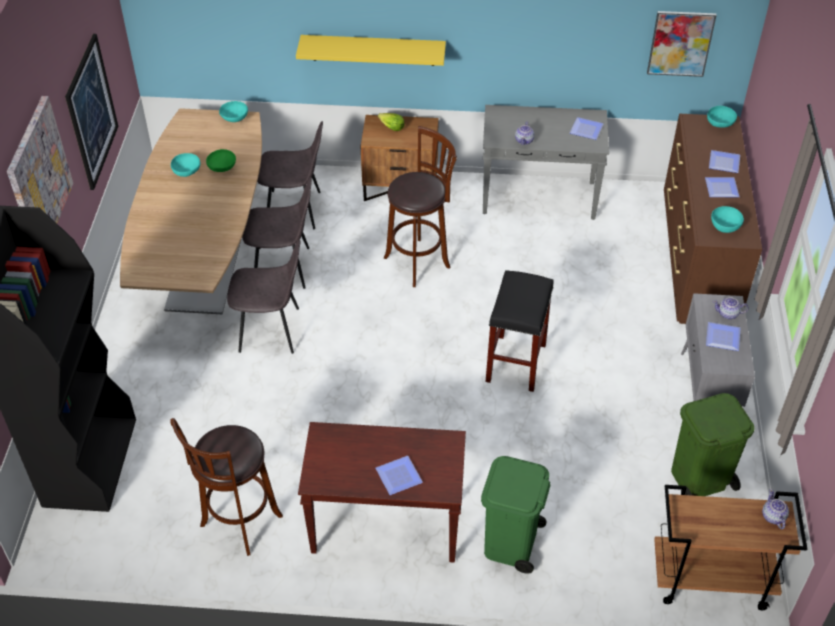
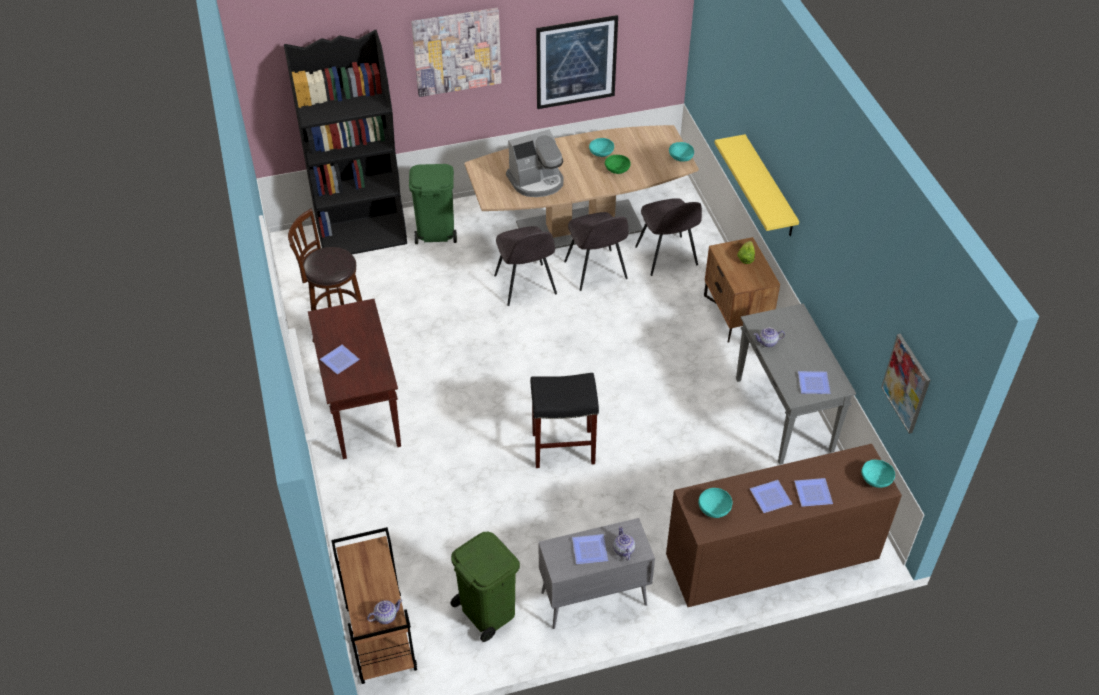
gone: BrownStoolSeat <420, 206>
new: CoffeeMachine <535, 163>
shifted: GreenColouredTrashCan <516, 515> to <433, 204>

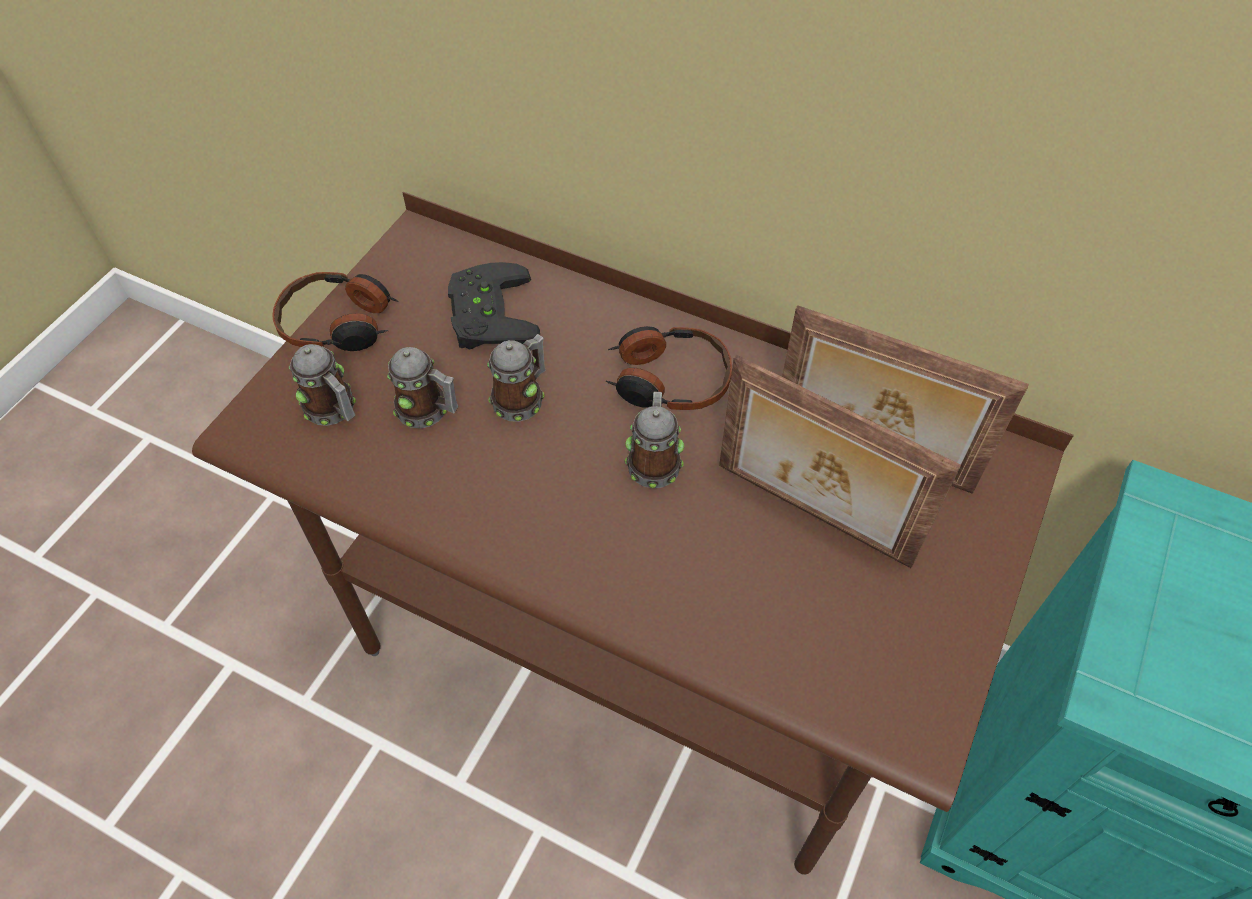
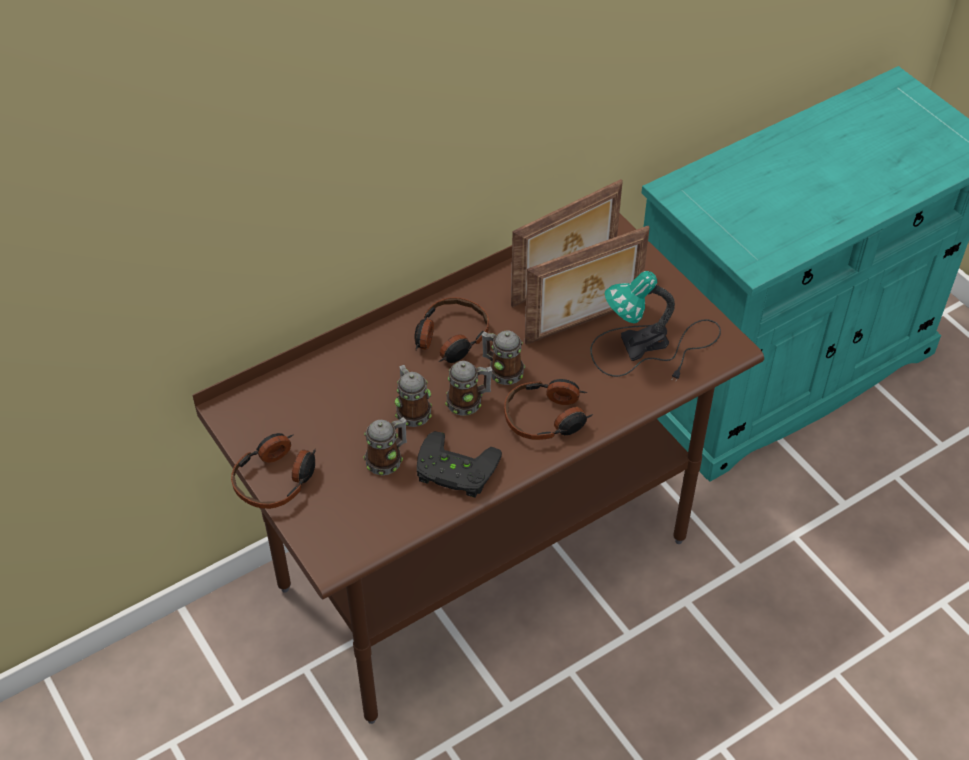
new: Headphones <548, 409>; LampForATable <655, 325>
shifted: TeaMug <322, 385> to <468, 388>; BlackColouredJoypad <494, 306> to <459, 464>

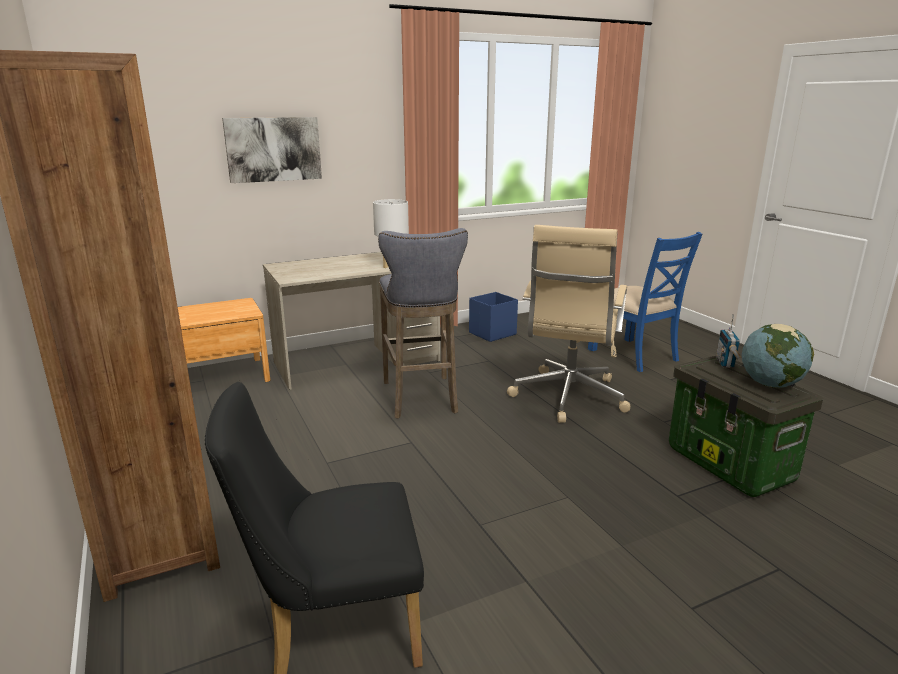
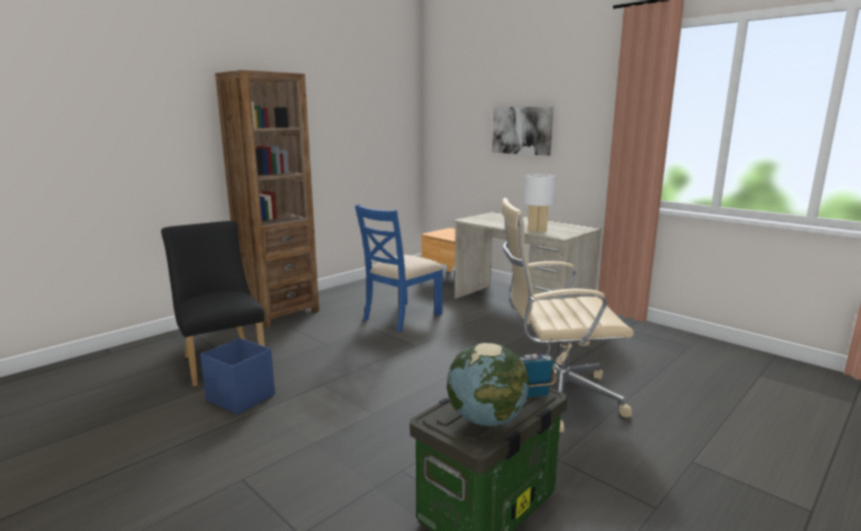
gone: GreyishStoolSeat <423, 323>
shifted: BluishStorageBox <493, 317> to <237, 376>; BluishChair <645, 302> to <399, 268>

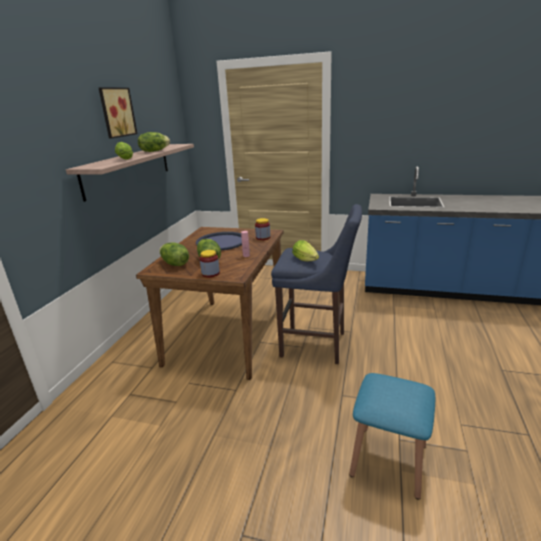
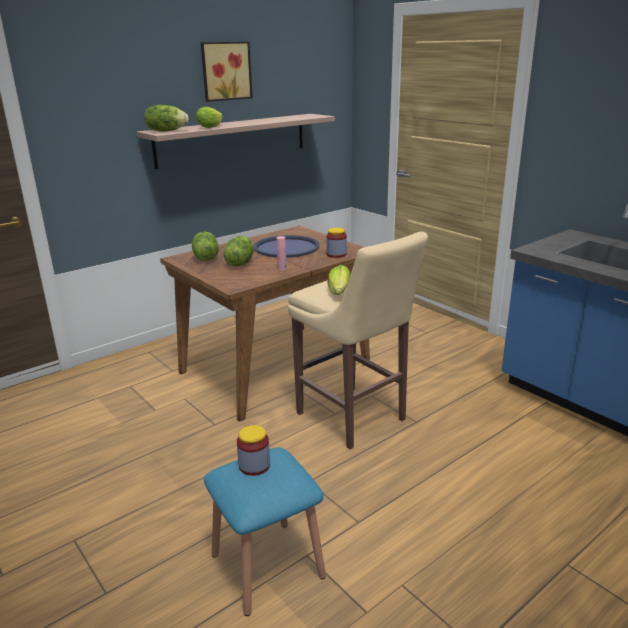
shifted: HeadOfLettuce <154, 142> to <166, 118>; PreserveJar <210, 264> to <253, 450>
repainted: BluishStoolSeat <316, 284> to SandColouredStoolSeat <358, 340>

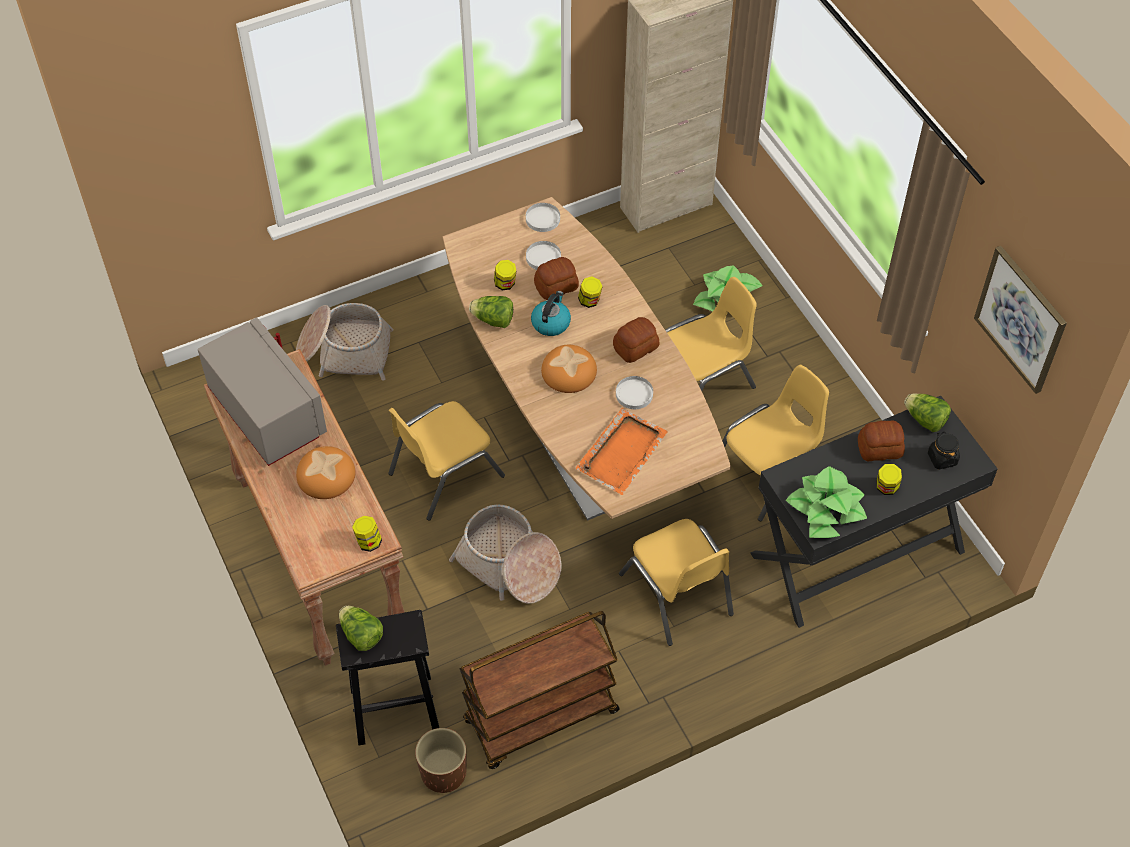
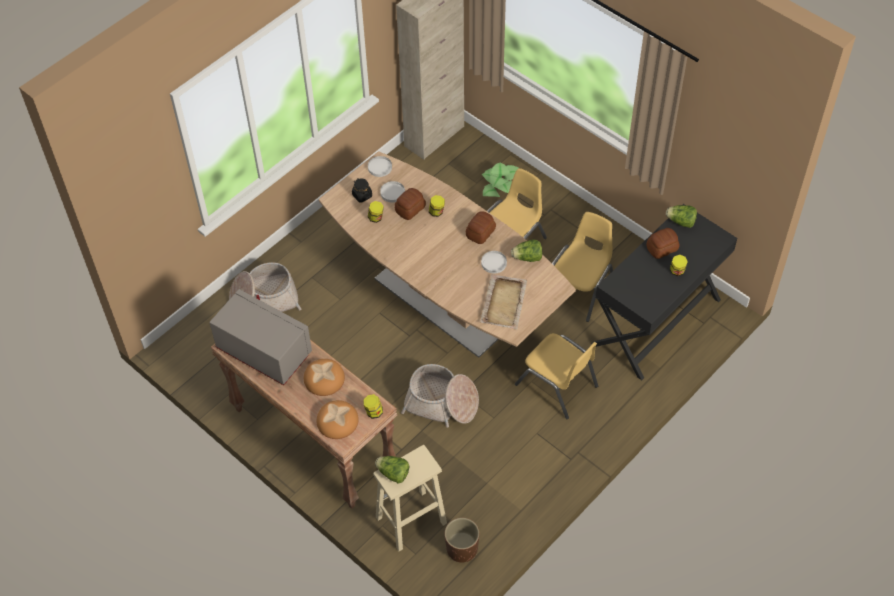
gone: YellowColouredChair <446, 461>; BrownCart <539, 690>; WaterKettle <551, 313>; PottedPlant <826, 502>; WallArt <1020, 320>
shifted: HeadOfLettuce <491, 312> to <526, 250>; BakedBread <569, 369> to <338, 419>; BlackColouredPreserveJar <944, 450> to <362, 190>
repainted: BlackColouredStoolSeat <387, 677> to SandColouredStoolSeat <410, 498>; OrangeyTray <622, 451> to SandColouredTray <503, 302>

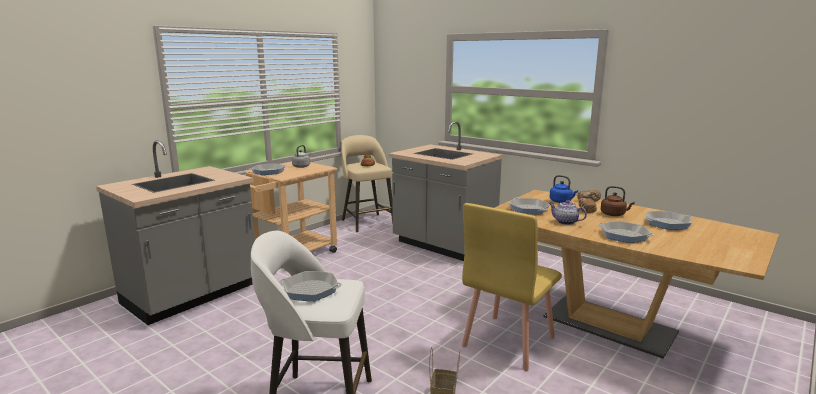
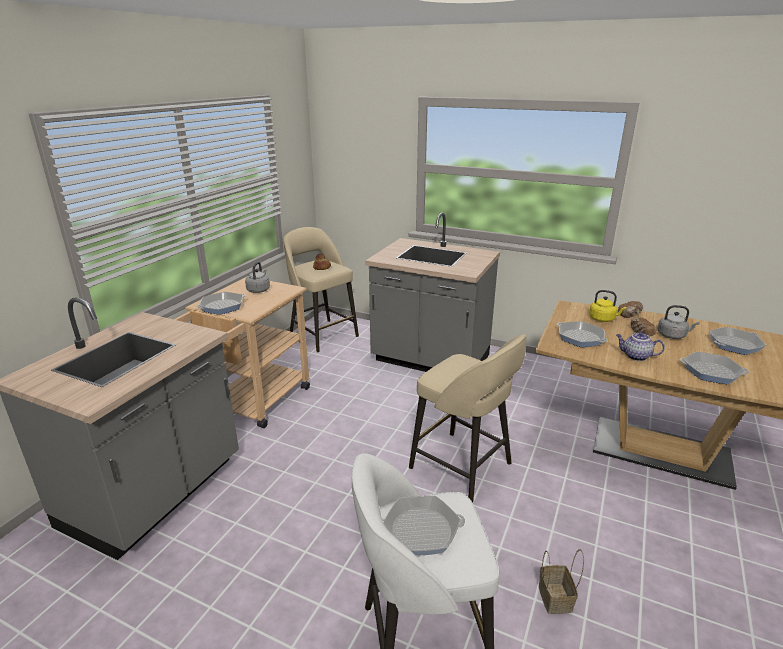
gone: YellowColouredChair <512, 287>
new: SandColouredStoolSeat <467, 418>
repainted: BluishWaterKettle <564, 189> to YellowColouredWaterKettle <607, 306>; BrownWaterKettle <618, 201> to GreyishWaterKettle <678, 322>

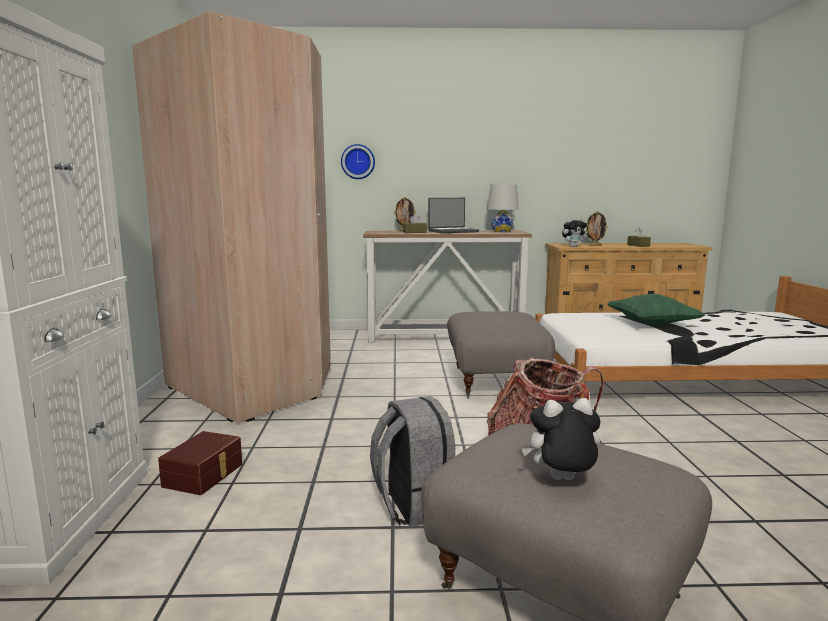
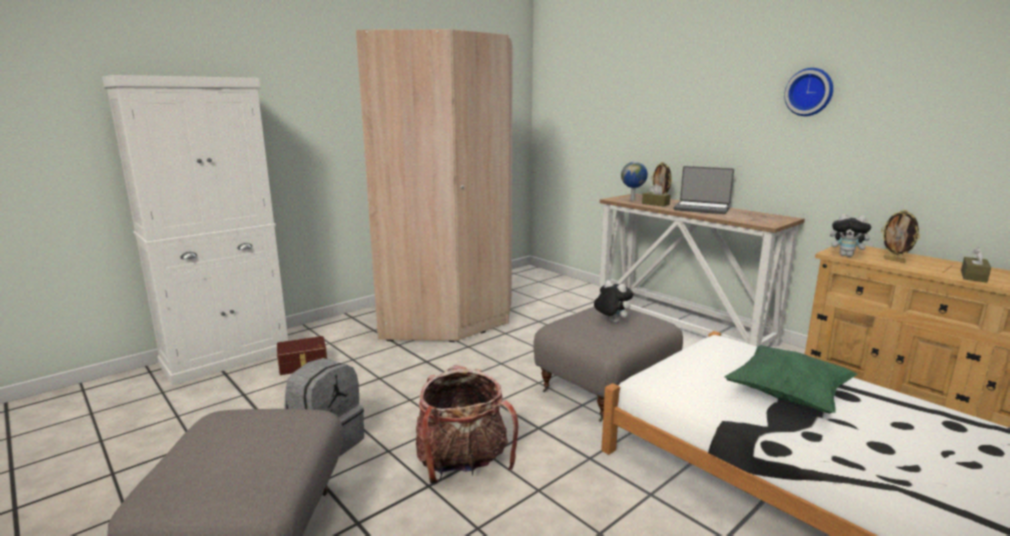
gone: WhiteLampForATable <503, 208>
new: DeskGlobe <634, 181>
shifted: WallClock <358, 161> to <808, 92>; PlushToy <560, 439> to <614, 301>

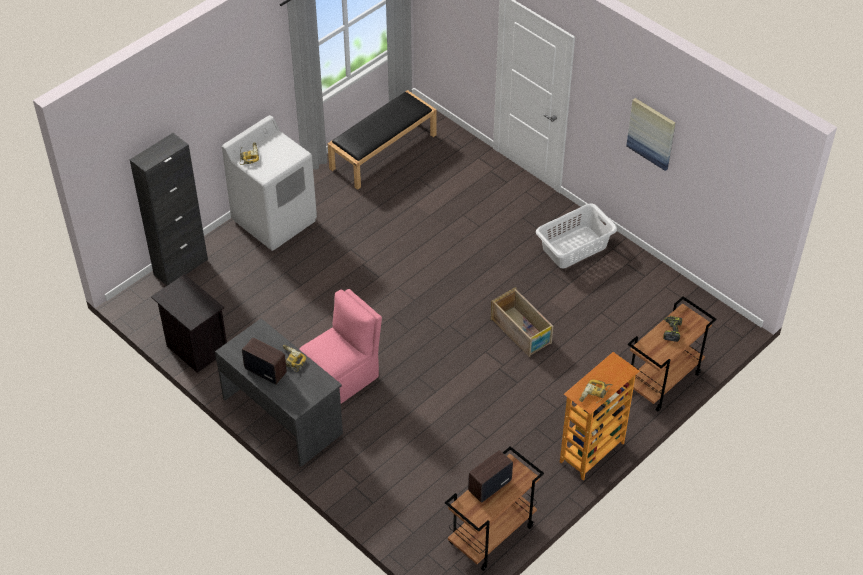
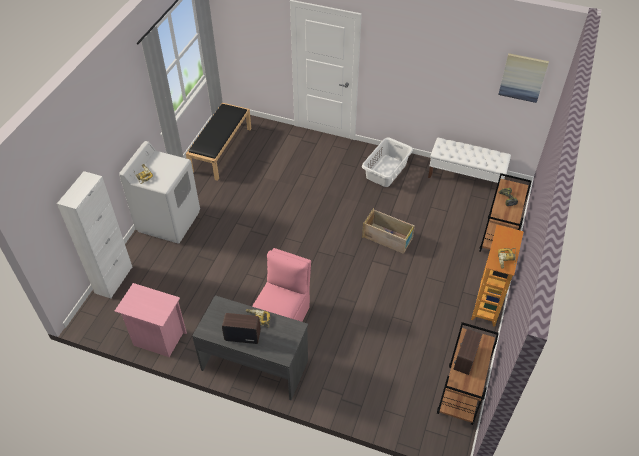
new: WhiteLongSeat <469, 164>
shifted: WallArt <651, 134> to <523, 78>
repainted: BlackColouredCupboard <169, 209> to WhiteCupboard <94, 234>; BlackColouredNightTable <189, 323> to PinkishNightTable <150, 320>

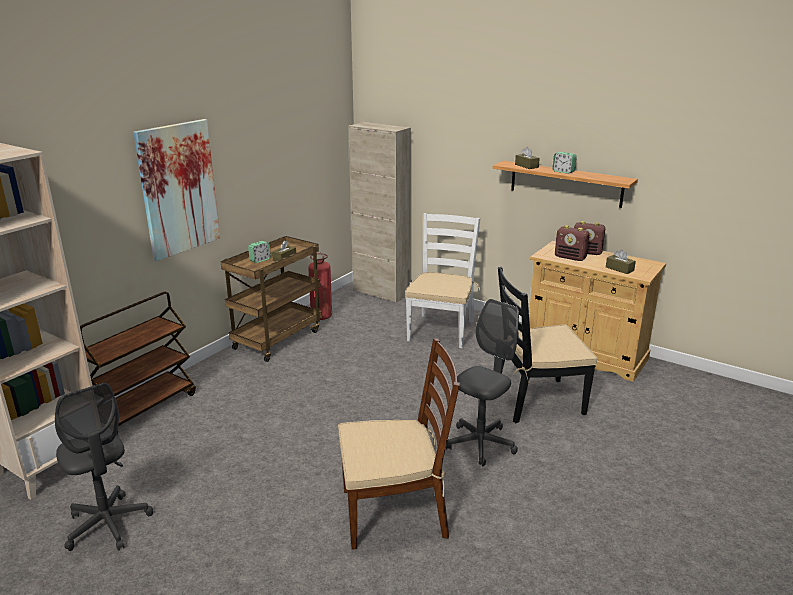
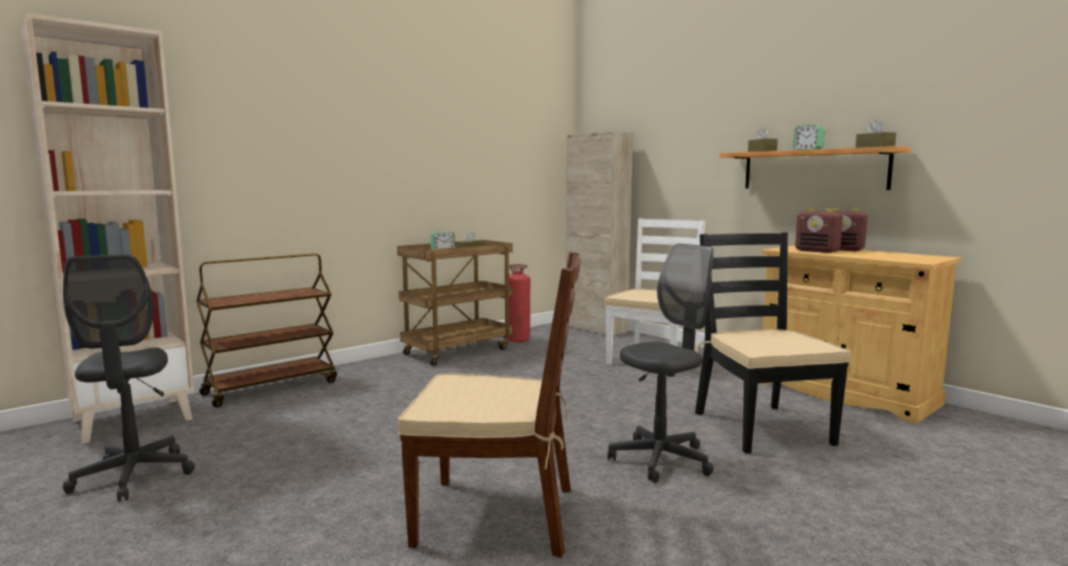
gone: WallArt <176, 190>
shifted: BrownBoxOfTissues <621, 262> to <875, 133>
rotated: BlackColouredChair <548, 345> = <772, 343> 75 degrees clockwise

